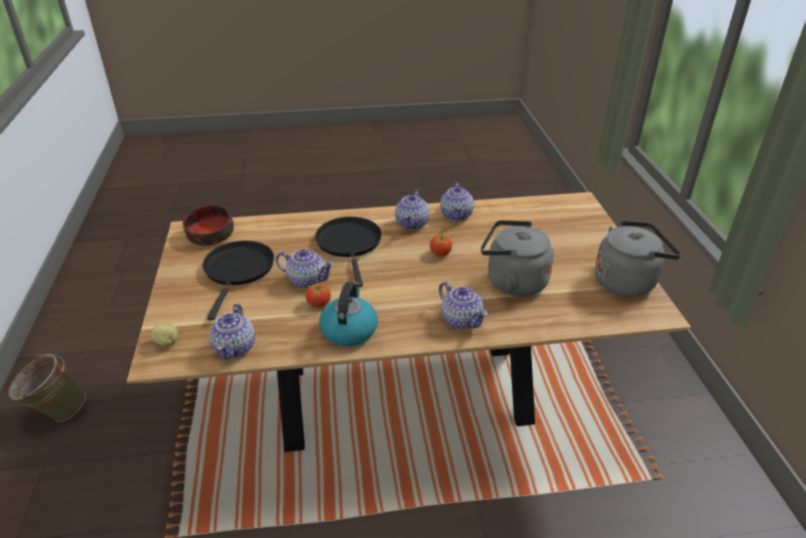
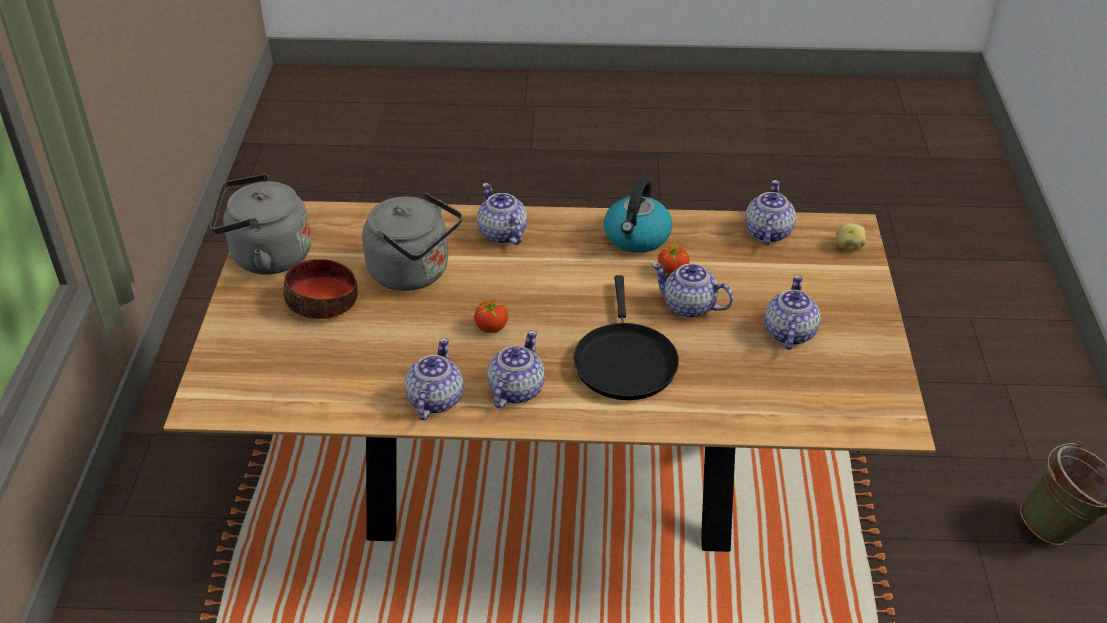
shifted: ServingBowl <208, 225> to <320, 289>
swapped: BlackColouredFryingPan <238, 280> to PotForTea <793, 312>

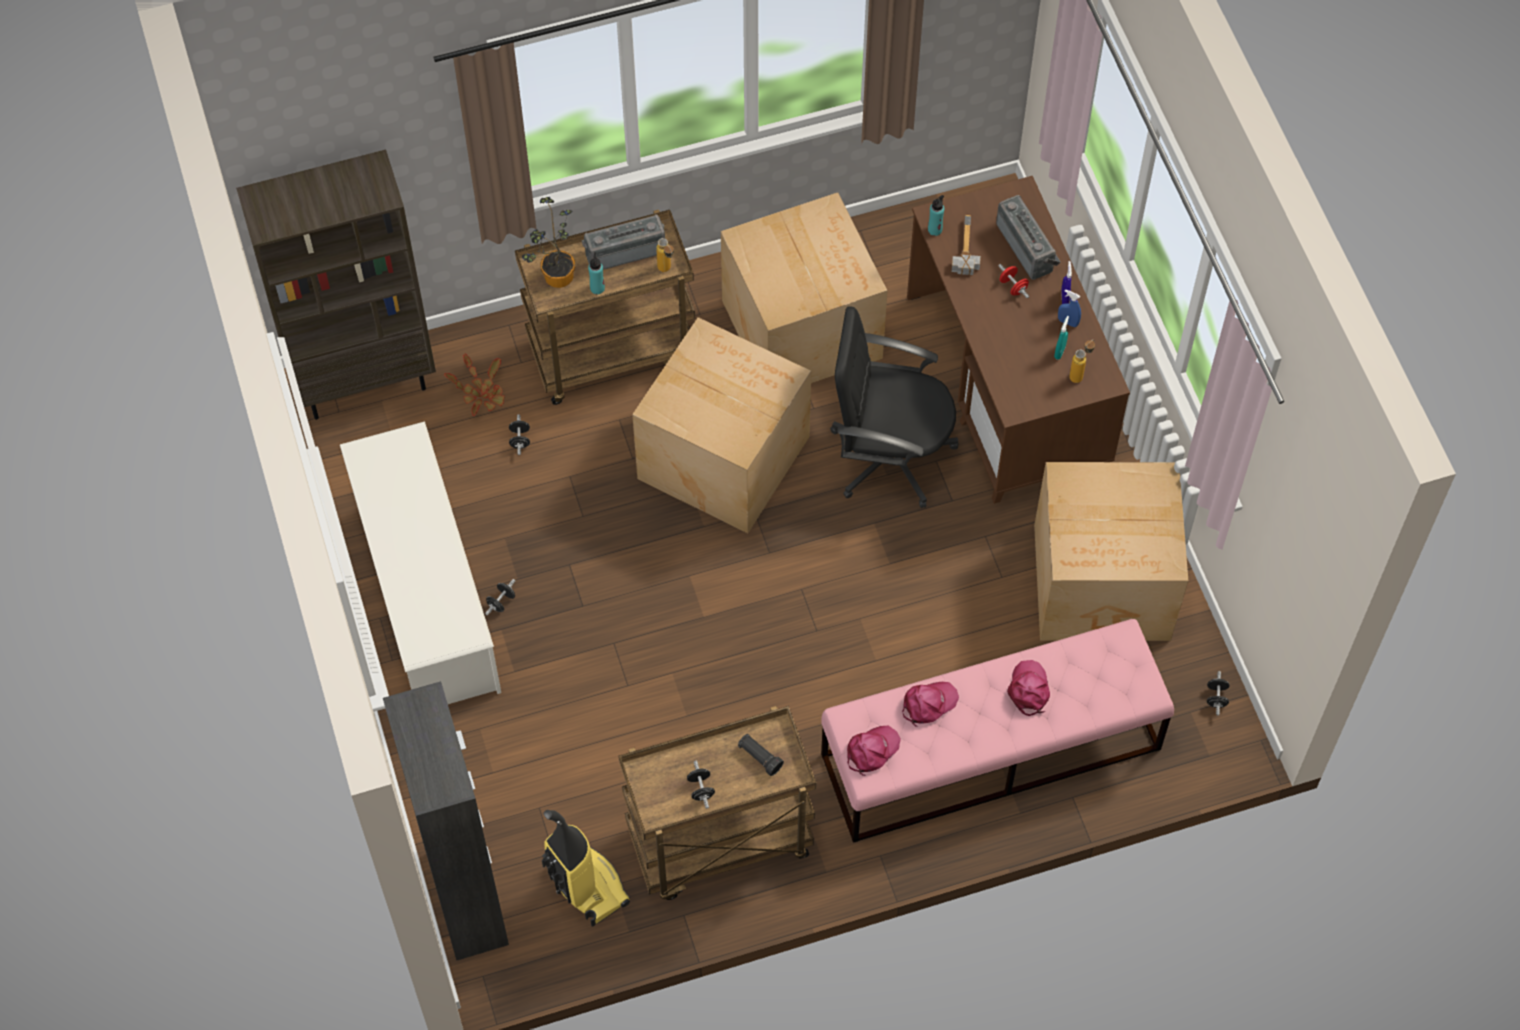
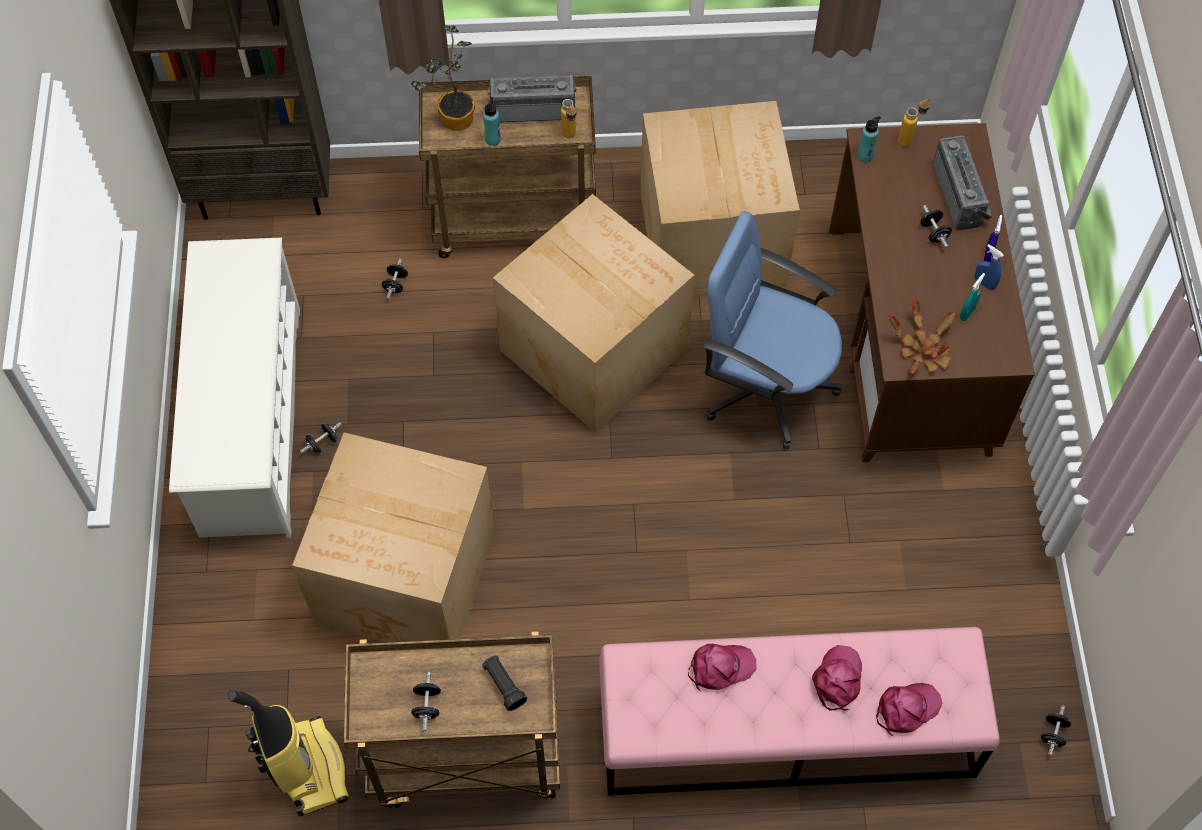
gone: BlackColouredCupboard <446, 821>; Hammer <966, 245>
shifted: PottedPlant <474, 384> to <921, 336>; PinkishPeakedCap <874, 750> to <909, 710>; Carton <1111, 551> to <393, 537>; Bottle <1082, 361> to <914, 123>
repainted: BlackColouredDeskChair <894, 407> to BluishDeskChair <772, 330>; RedColouredDumbbell <1013, 281> to BlackColouredDumbbell <936, 226>

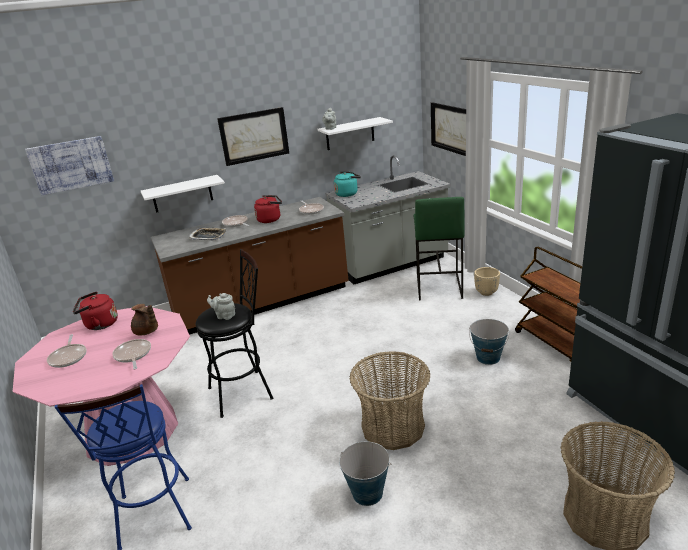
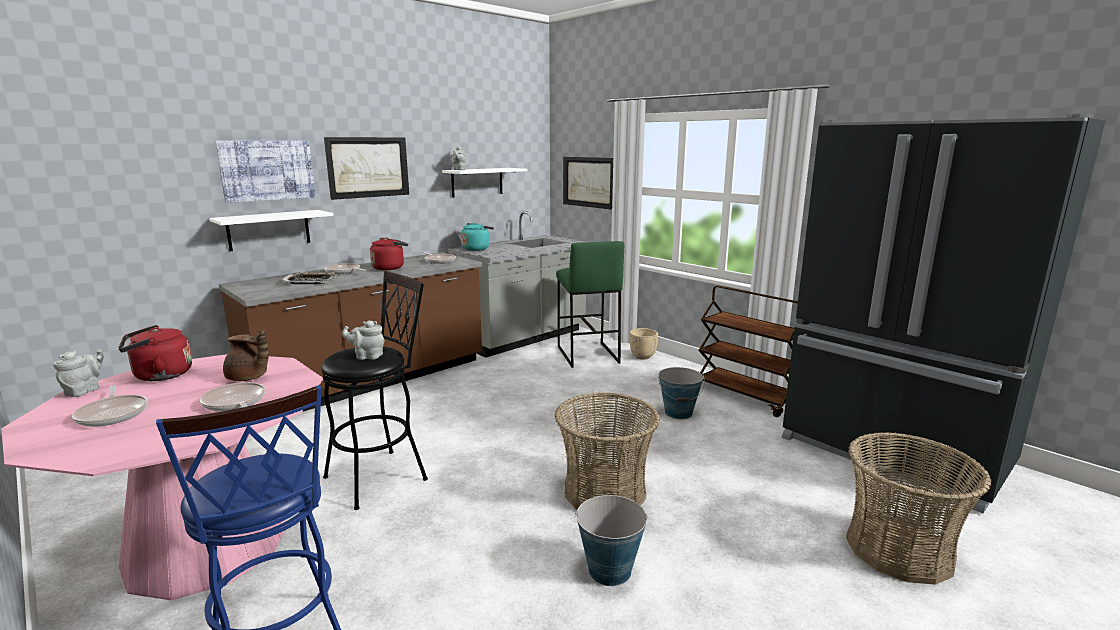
new: GreyishPotForTea <78, 373>
shifted: WallArt <69, 165> to <265, 172>

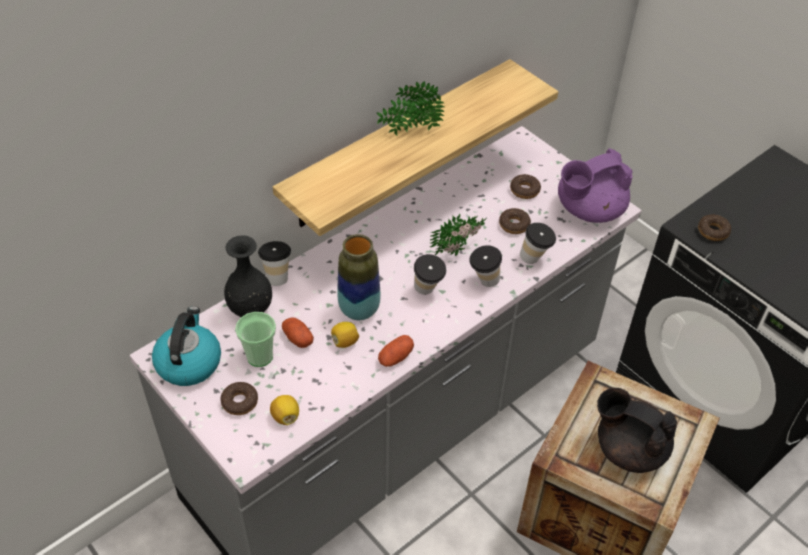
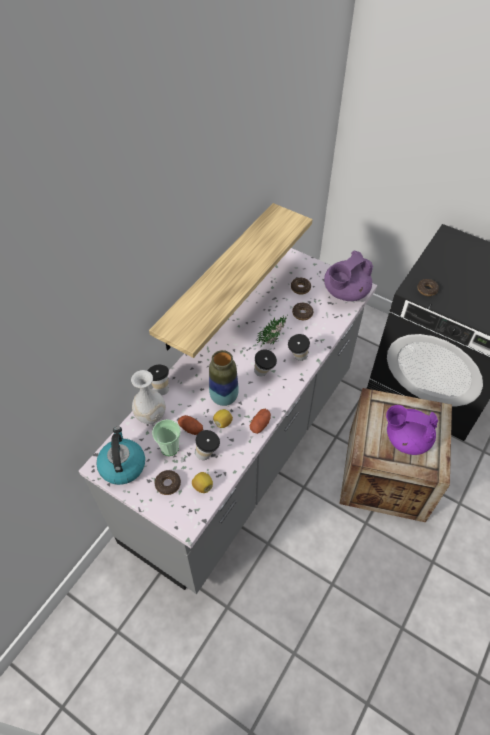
gone: PottedPlant <410, 108>
shifted: SmallCup <538, 243> to <207, 445>
repainted: BlackColouredFlowerVase <248, 276> to WhiteFlowerVase <148, 397>; BlackColouredPotForTea <637, 430> to PurplePotForTea <412, 430>

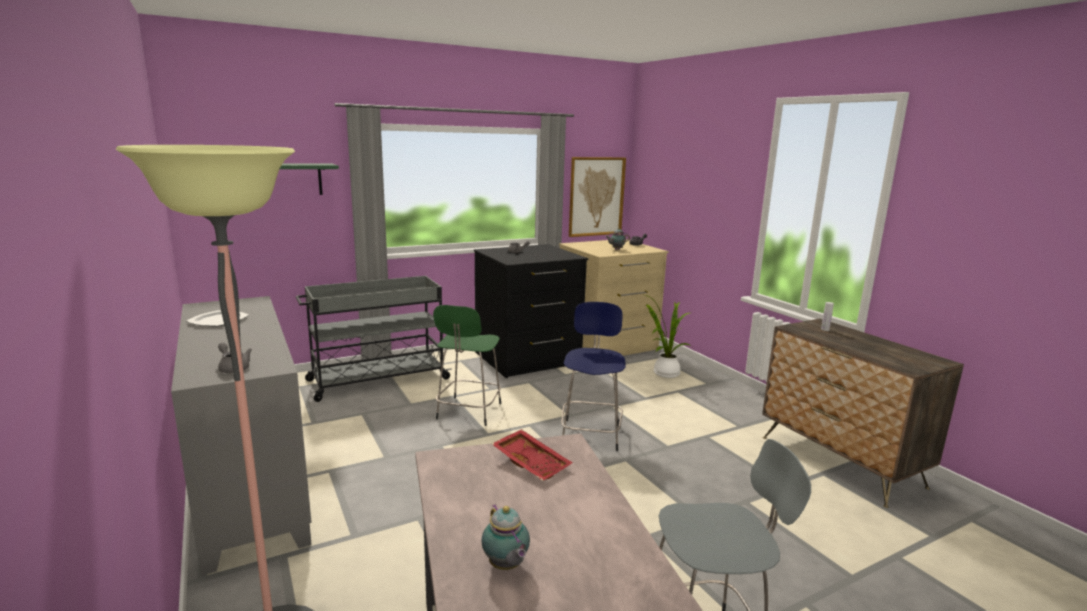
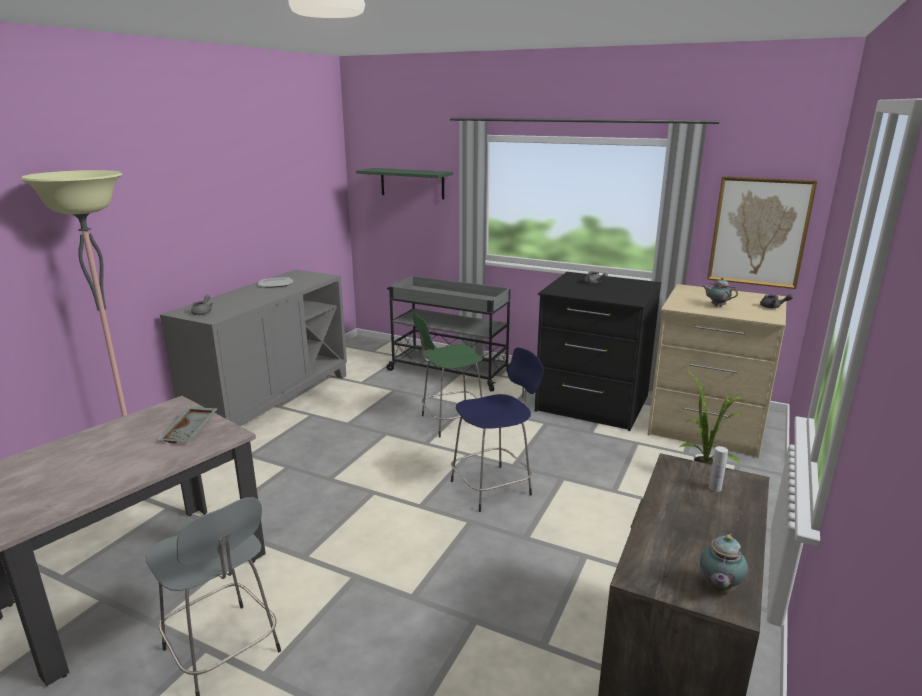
shifted: PotForTea <505, 537> to <724, 562>
repainted: RedColouredTray <532, 455> to GreyishTray <188, 425>

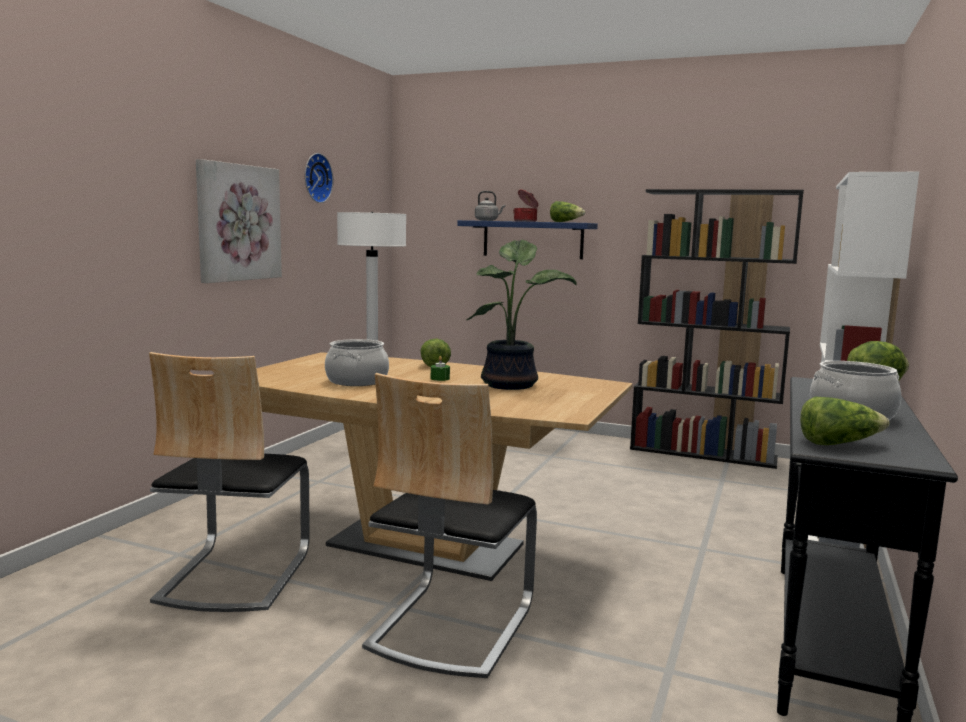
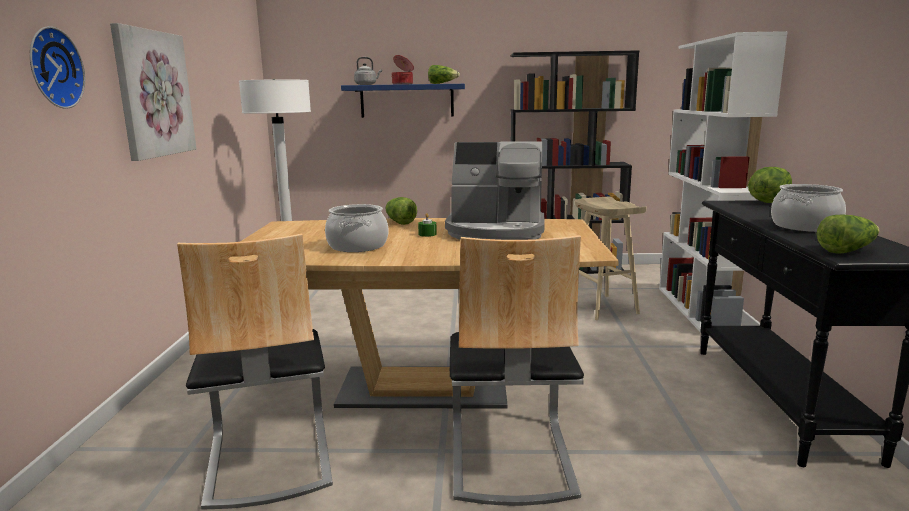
new: SandColouredStoolSeat <610, 258>
shifted: WallClock <319, 178> to <57, 67>
swapped: PottedPlant <521, 314> to CoffeeMachine <495, 190>

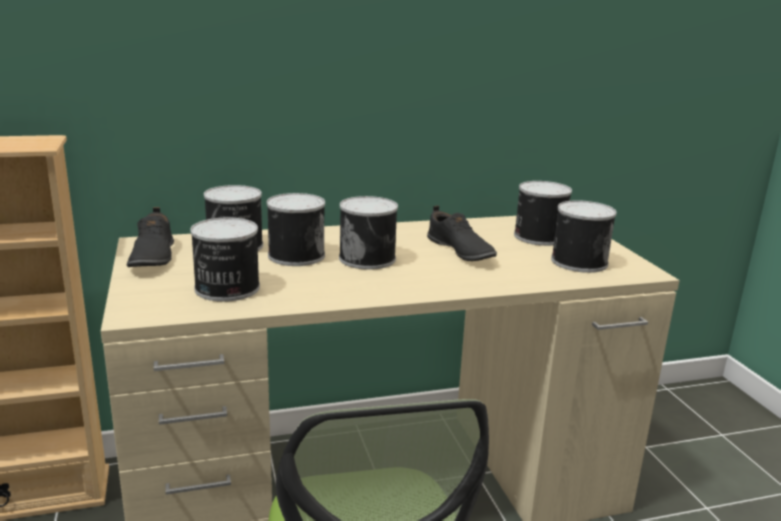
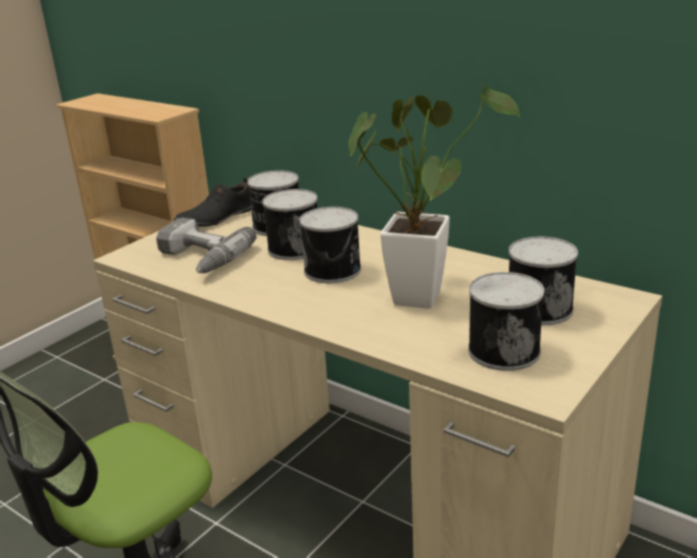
swapped: Can <225, 259> to Drill <206, 245>; BlackColouredShoe <462, 233> to PottedPlant <434, 196>

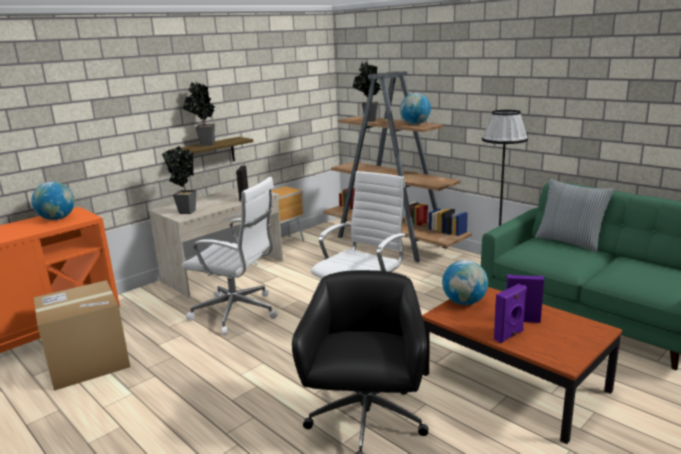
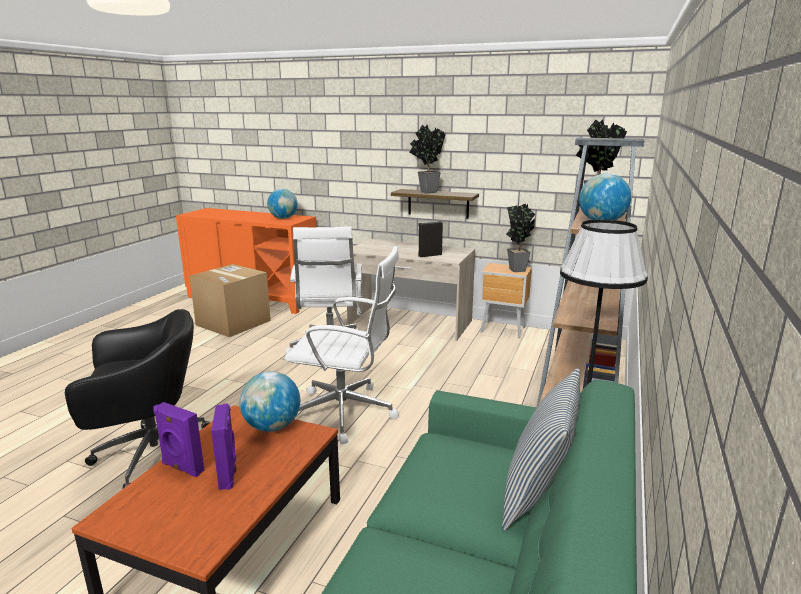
shifted: PottedPlant <179, 180> to <521, 237>

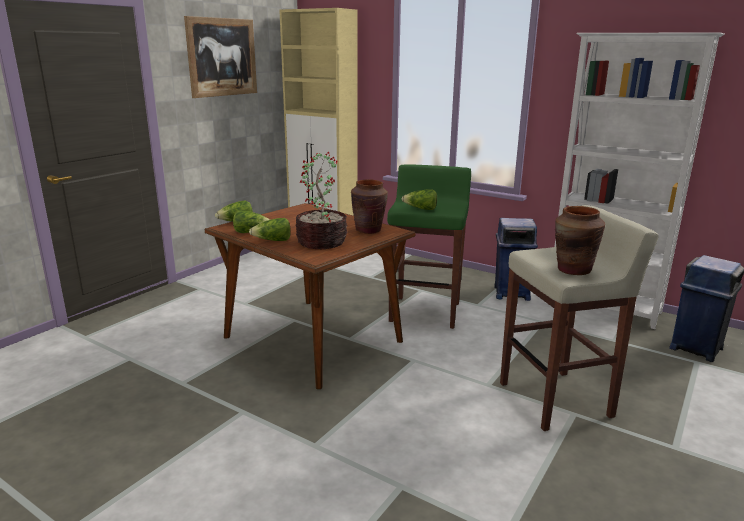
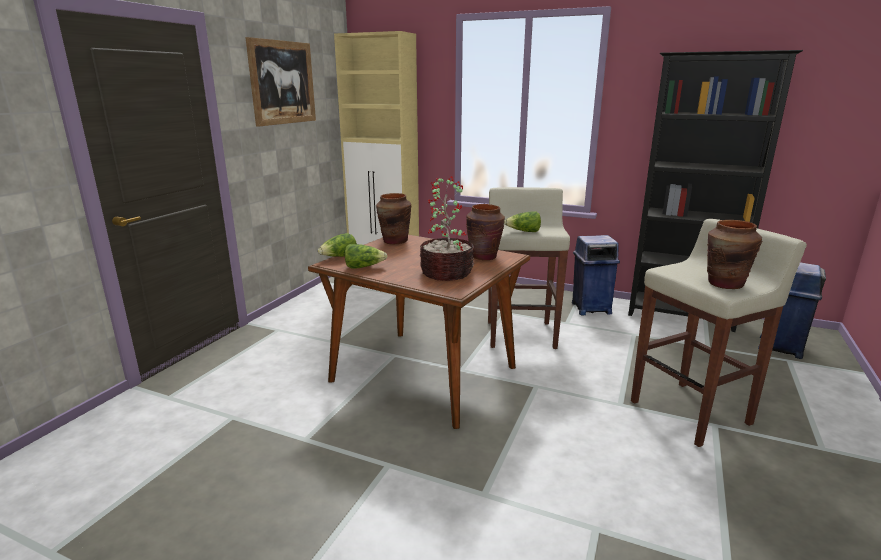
gone: HeadOfLettuce <270, 229>
new: BrownFlowerVase <393, 219>
repainted: GreenColouredStoolSeat <429, 246> to SandColouredStoolSeat <529, 268>; WhiteBookshelf <639, 180> to BlackColouredBookshelf <715, 191>

